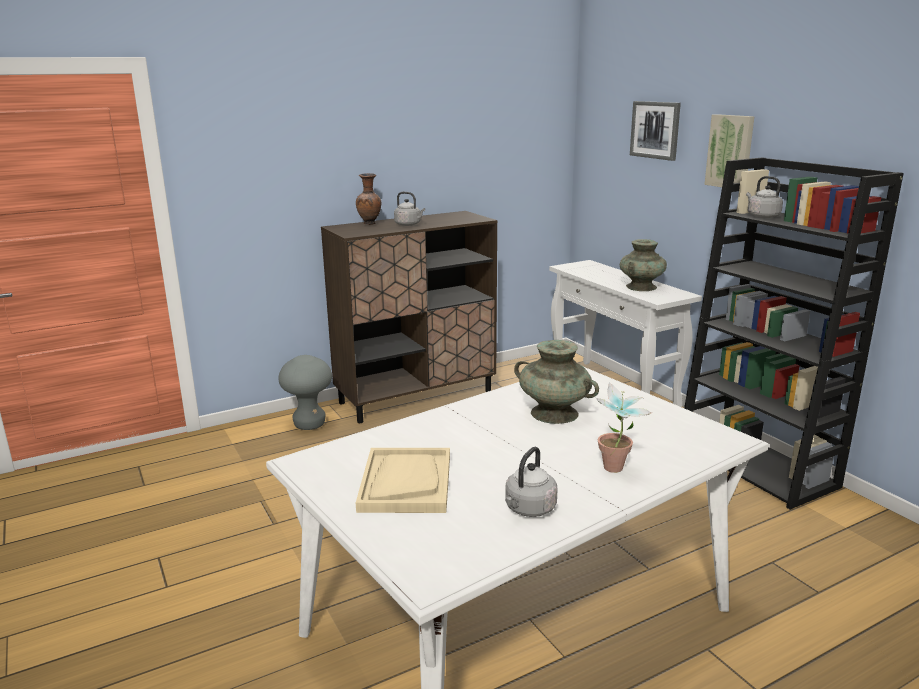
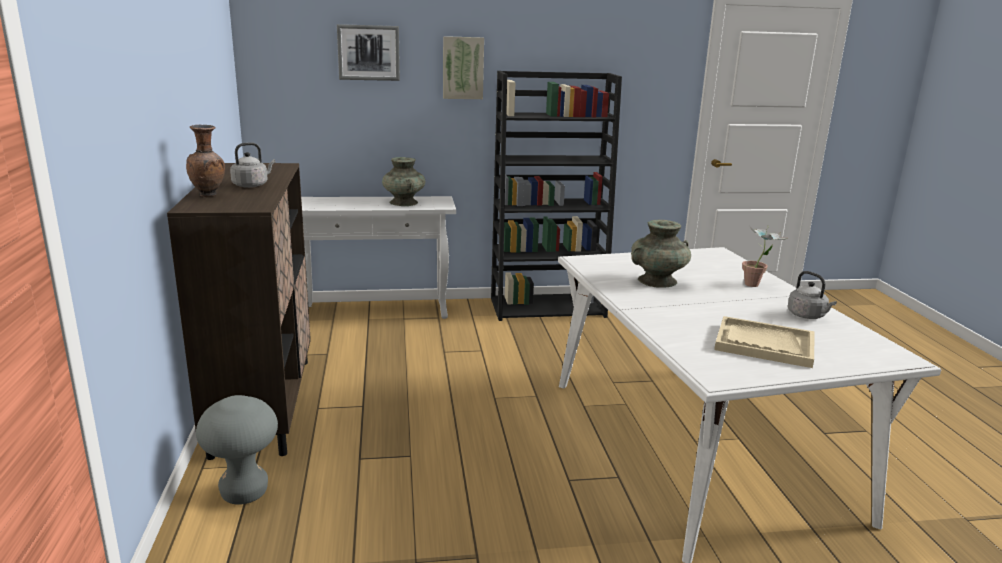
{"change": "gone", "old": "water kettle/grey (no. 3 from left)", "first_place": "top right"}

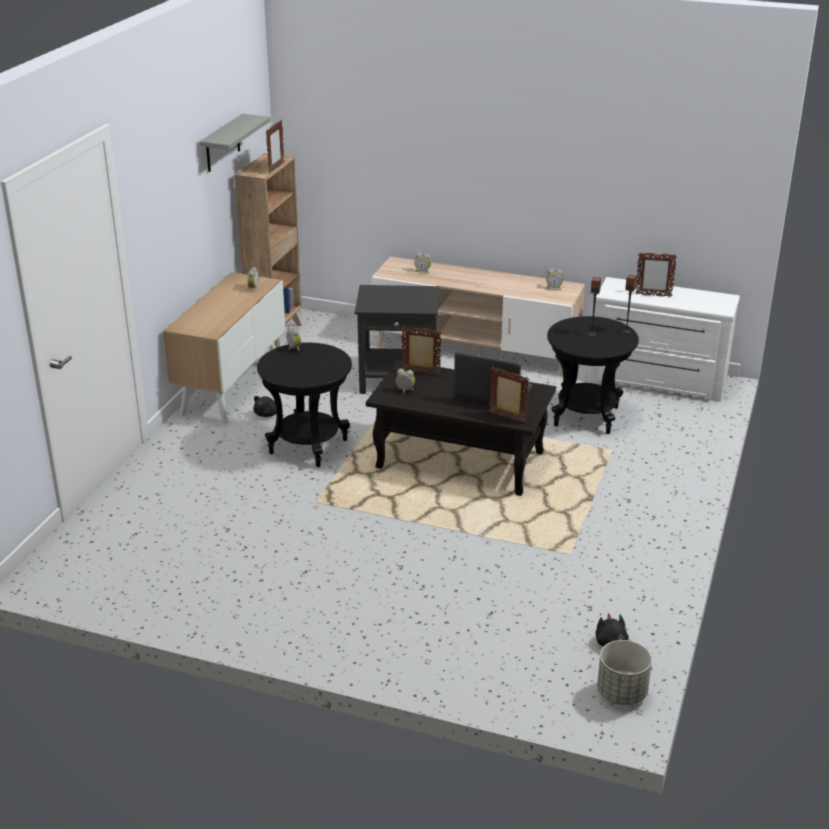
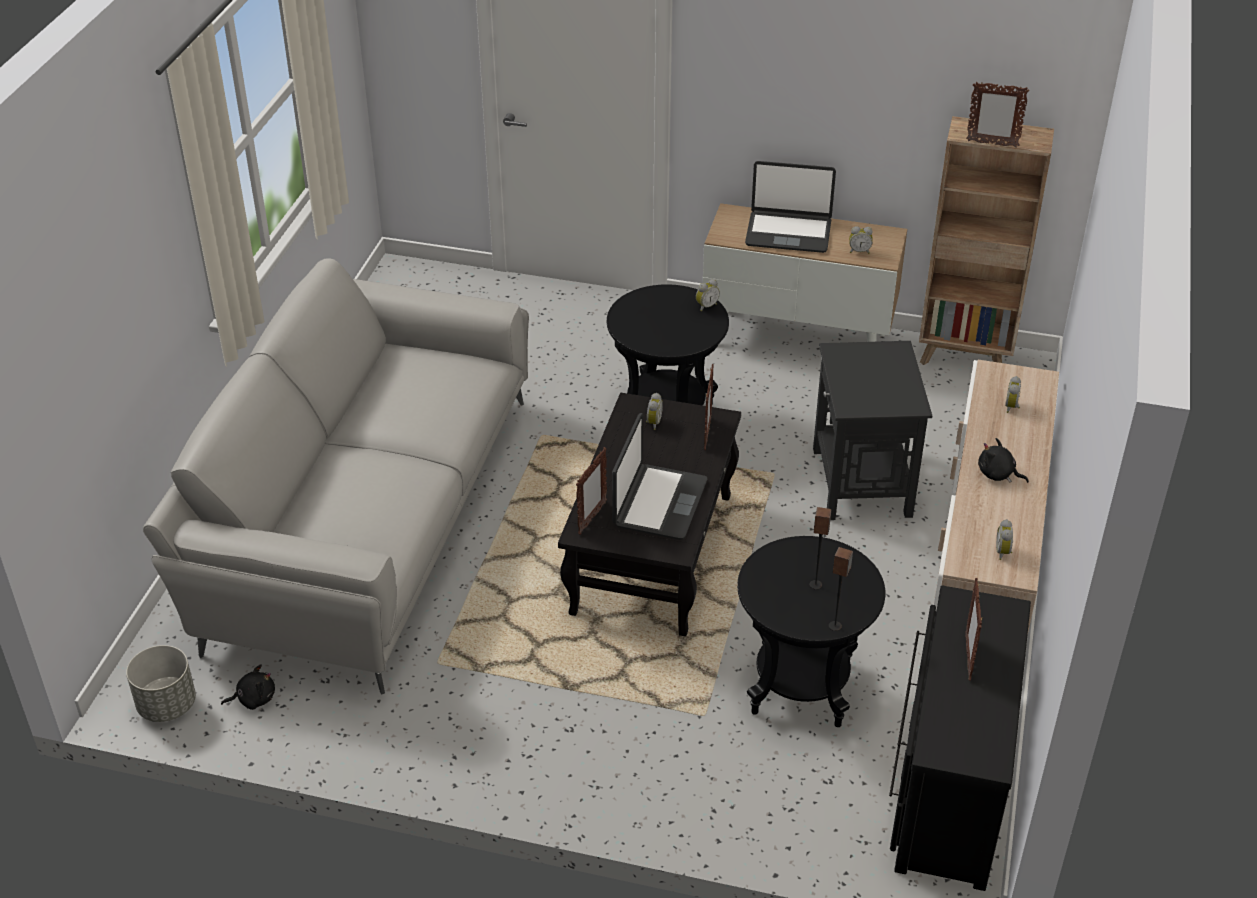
{"change": "gone", "old": "shelf/grey", "first_place": "top left"}
{"change": "repainted", "old": "chest of drawers/white", "new": "chest of drawers/black-coloured", "first_place": "middle right", "second_place": "bottom right"}
{"change": "shifted", "old": "plush toy/black-coloured (no. 1 from left in the first image)", "new": "plush toy/black-coloured (no. 2 from left)", "first_place": "middle left", "second_place": "middle right"}
{"change": "new", "new": "laptop (no. 2 from left)", "second_place": "top centre"}
{"change": "new", "new": "couch/grey", "second_place": "middle left"}

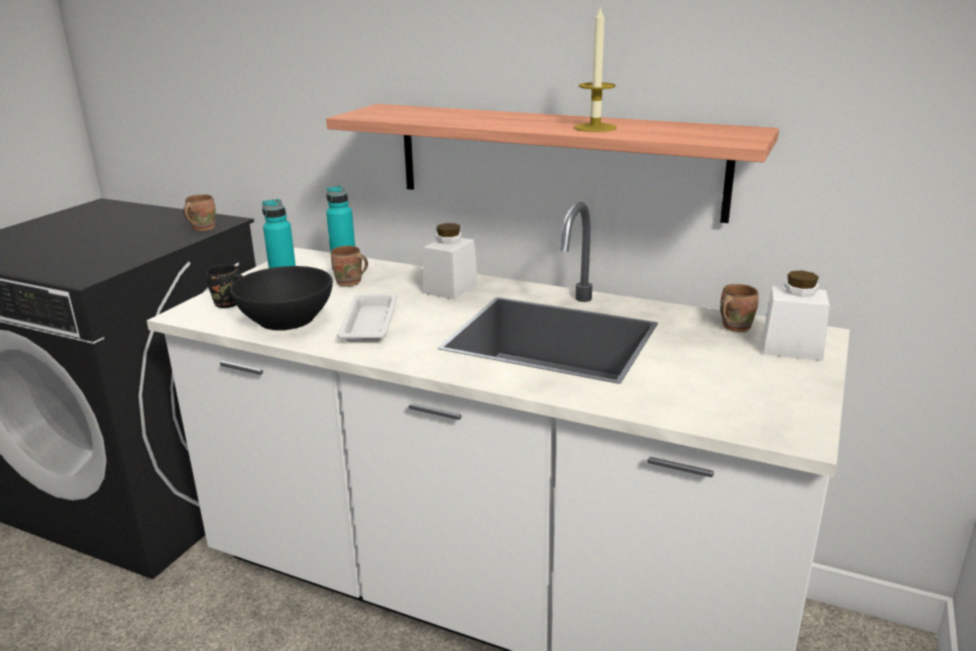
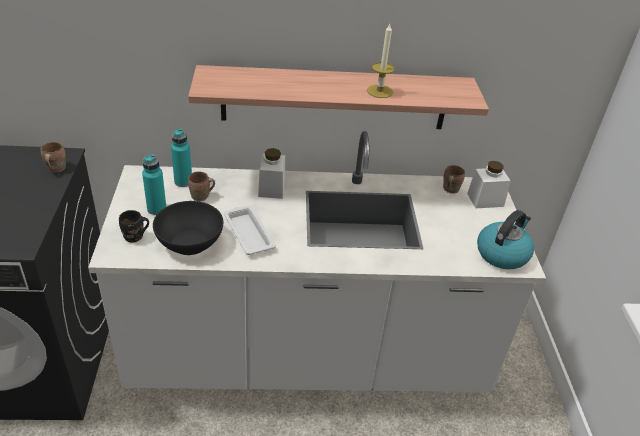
{"change": "new", "new": "water kettle", "second_place": "middle right"}

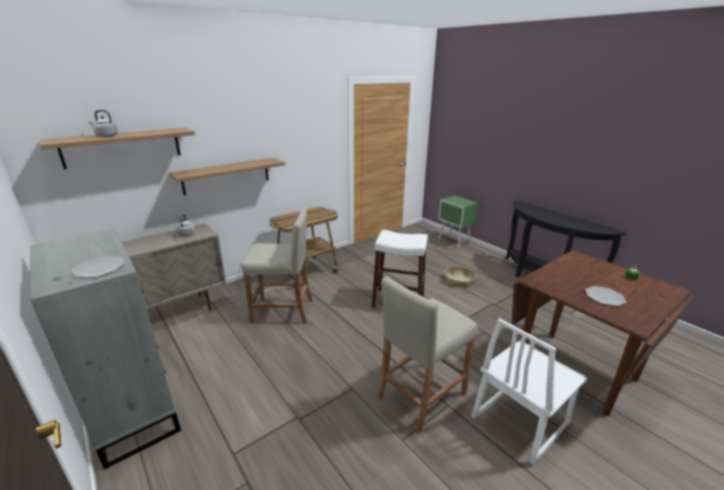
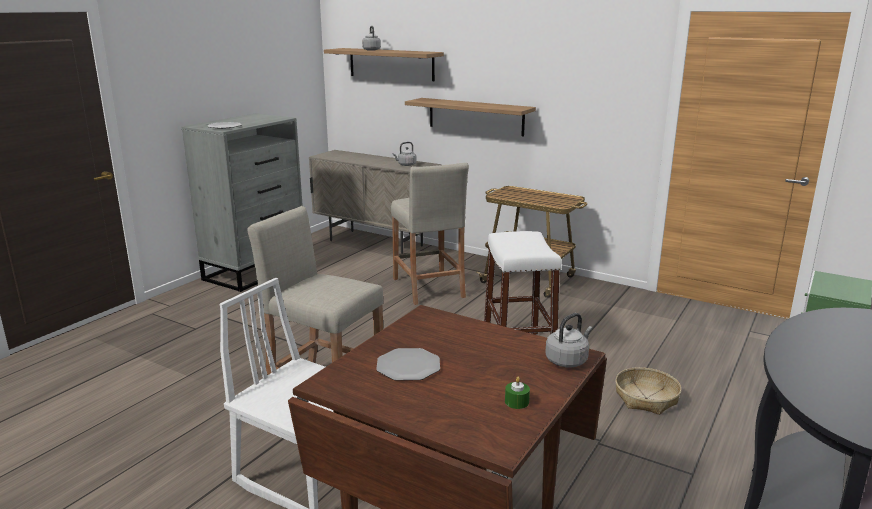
{"change": "new", "new": "water kettle/grey (no. 3 from left)", "second_place": "bottom centre"}

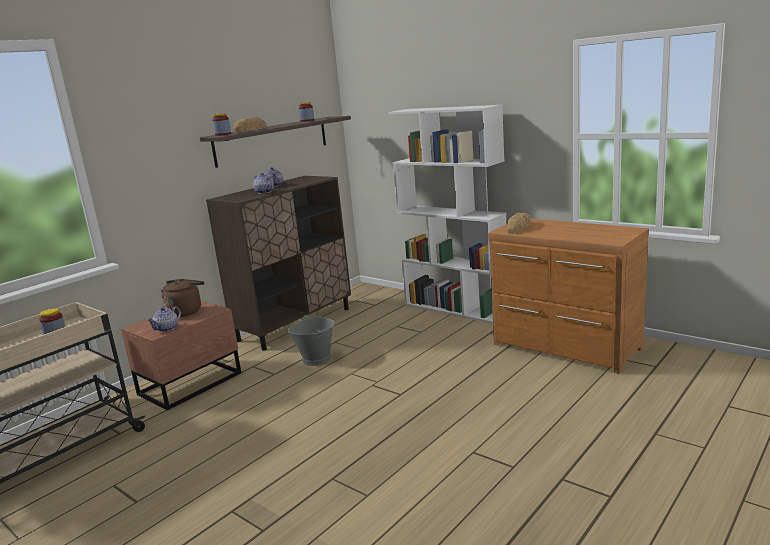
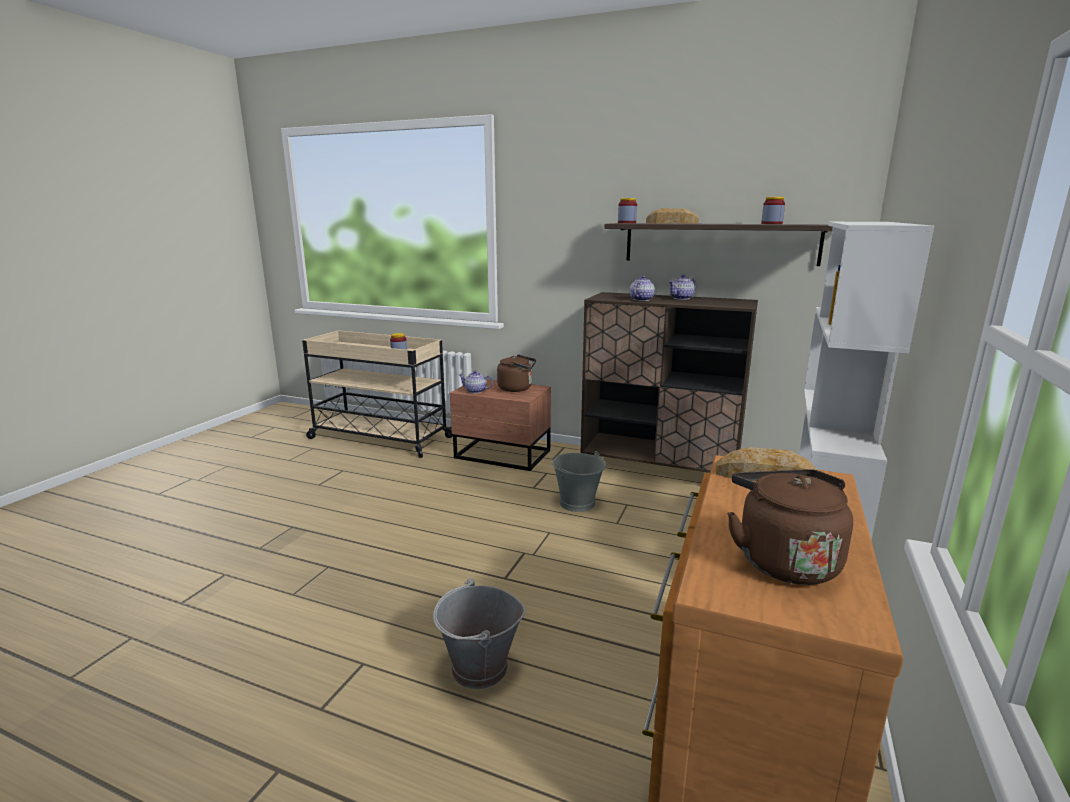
{"change": "new", "new": "water kettle/brownish (no. 2 from left)", "second_place": "middle right"}
{"change": "new", "new": "bucket/grey (no. 1 from left)", "second_place": "bottom centre"}

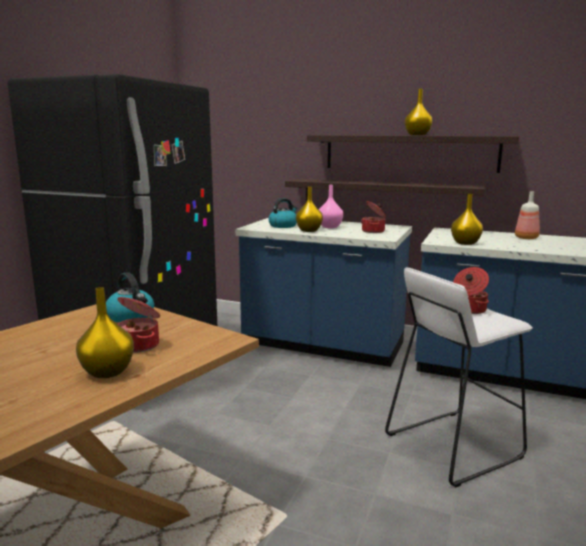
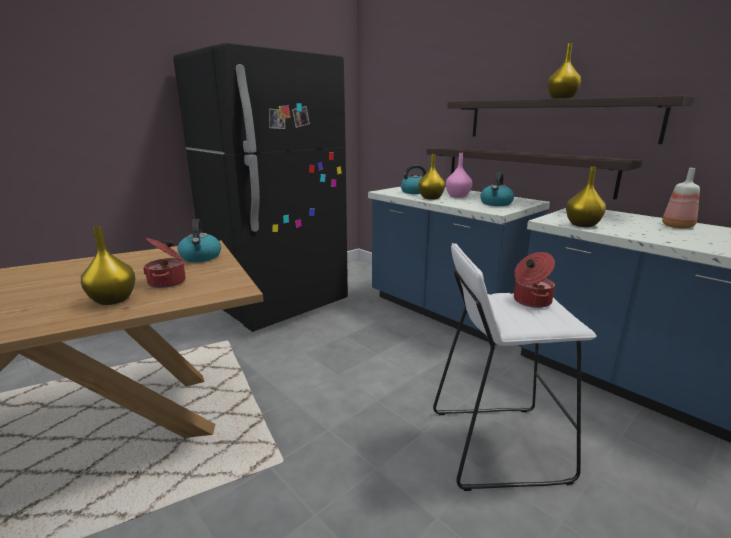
{"change": "swapped", "old": "stockpot (no. 2 from left)", "new": "water kettle (no. 3 from left)", "first_place": "centre", "second_place": "middle right"}

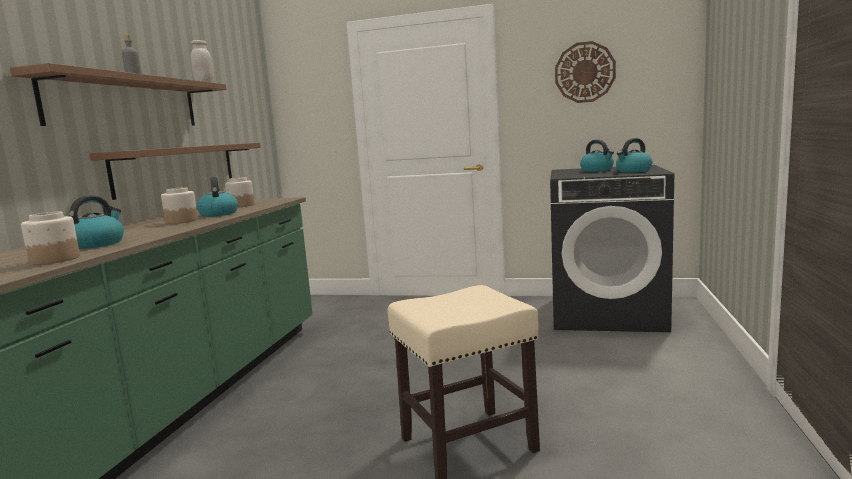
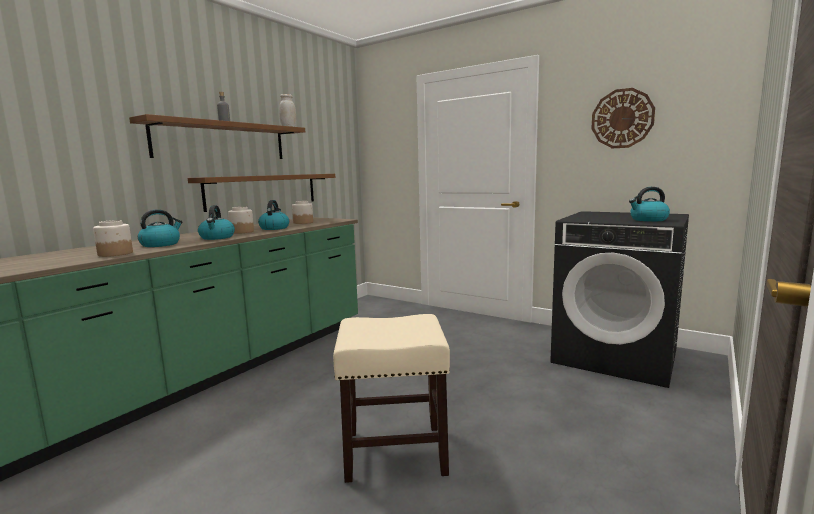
{"change": "shifted", "old": "water kettle (no. 3 from left in the first image)", "new": "water kettle (no. 2 from left)", "first_place": "top right", "second_place": "middle left"}

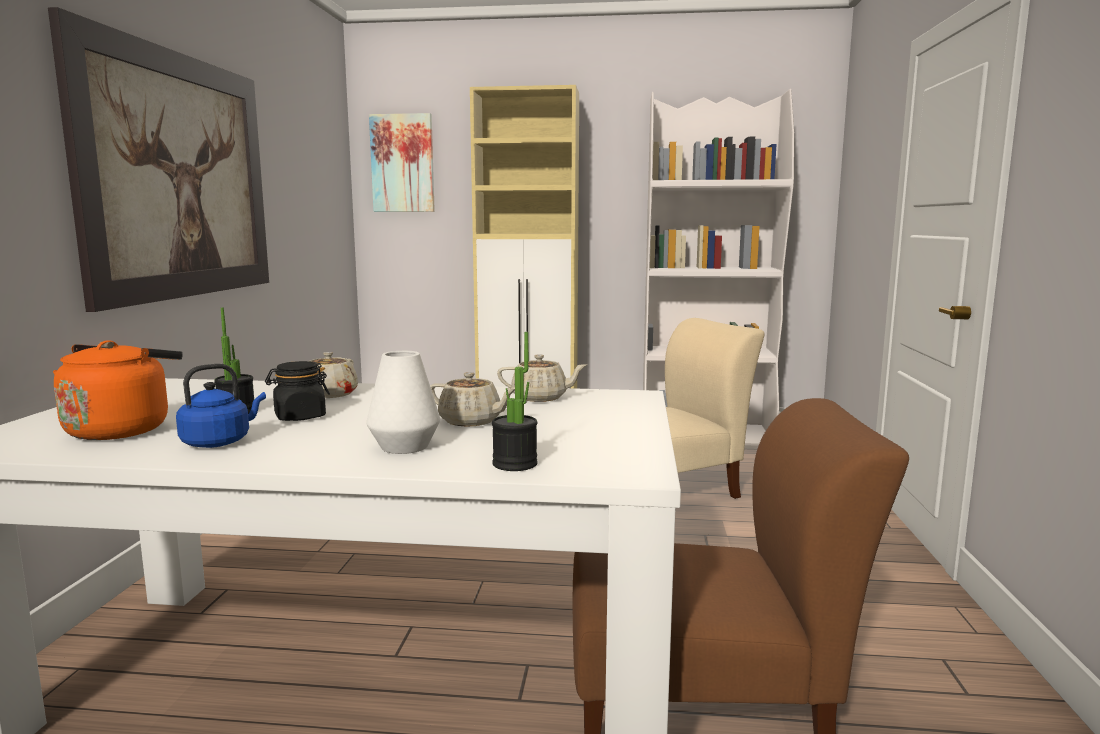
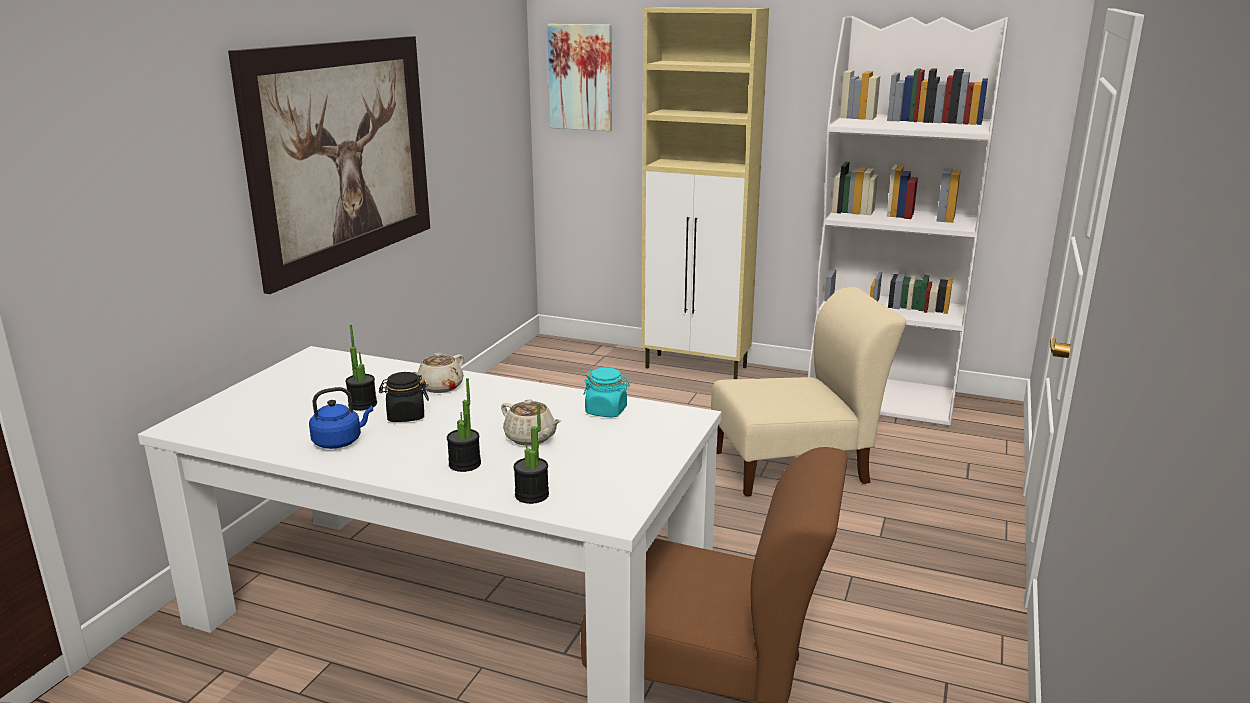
{"change": "gone", "old": "water kettle/orange", "first_place": "middle left"}
{"change": "swapped", "old": "vase/white", "new": "plant in a pot (no. 2 from left)", "first_place": "centre", "second_place": "centre"}
{"change": "swapped", "old": "teapot/beige-coloured (no. 3 from left)", "new": "jar/turquoise-coloured", "first_place": "centre", "second_place": "centre"}

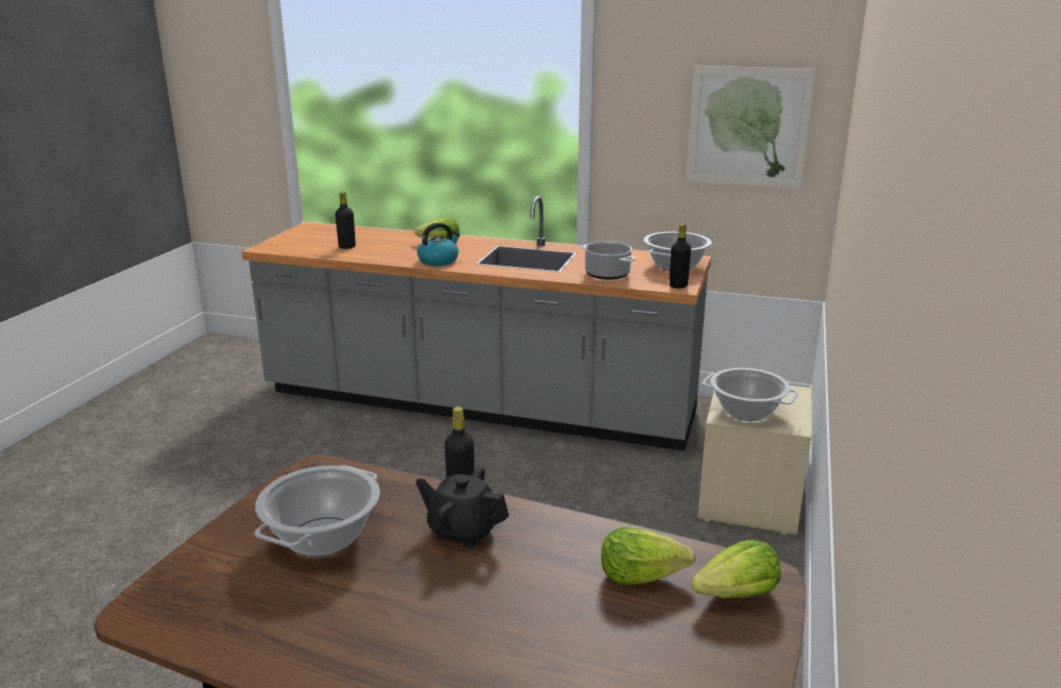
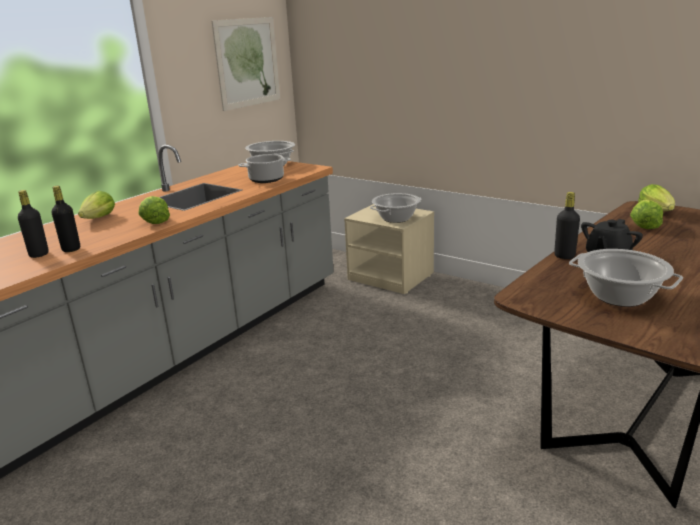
{"change": "swapped", "old": "water kettle", "new": "head of lettuce (no. 2 from left)", "first_place": "centre", "second_place": "middle left"}
{"change": "shifted", "old": "beverage bottle/black-coloured (no. 3 from left in the first image)", "new": "beverage bottle/black-coloured (no. 2 from left)", "first_place": "centre", "second_place": "middle left"}

